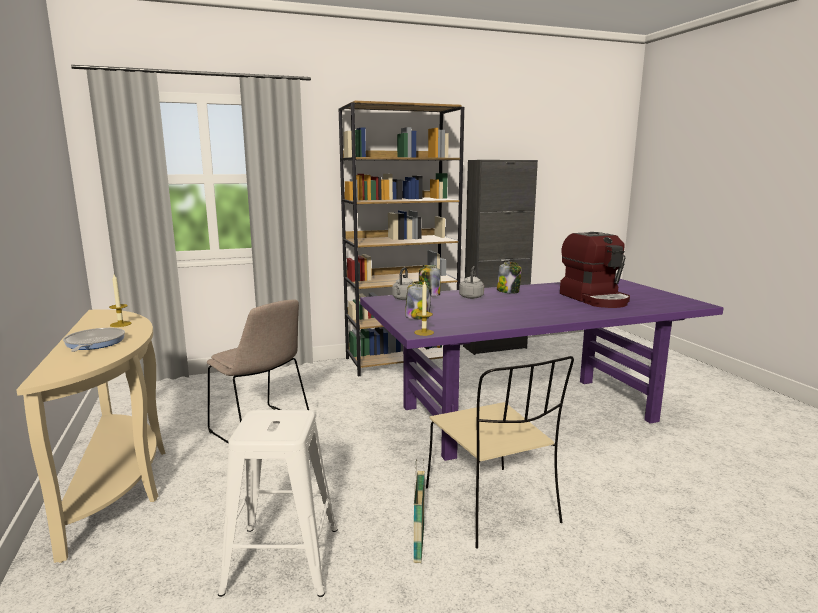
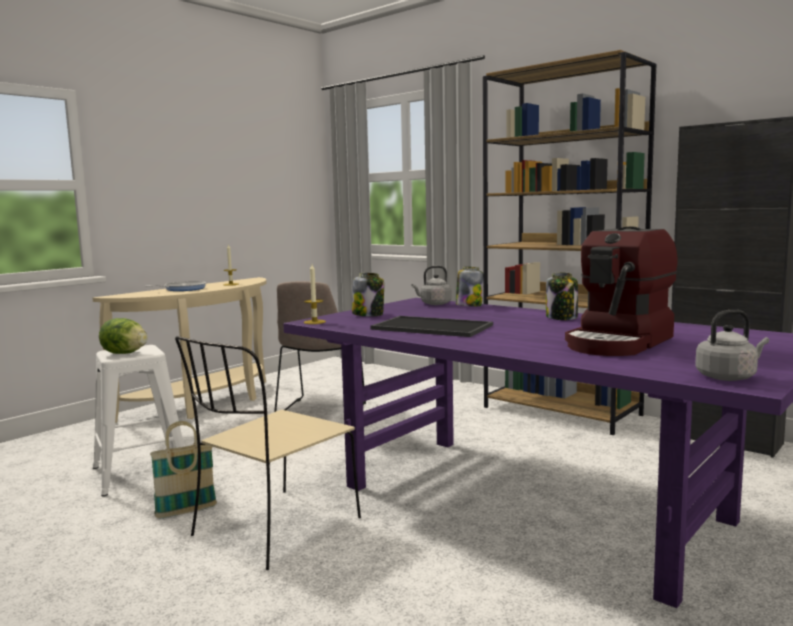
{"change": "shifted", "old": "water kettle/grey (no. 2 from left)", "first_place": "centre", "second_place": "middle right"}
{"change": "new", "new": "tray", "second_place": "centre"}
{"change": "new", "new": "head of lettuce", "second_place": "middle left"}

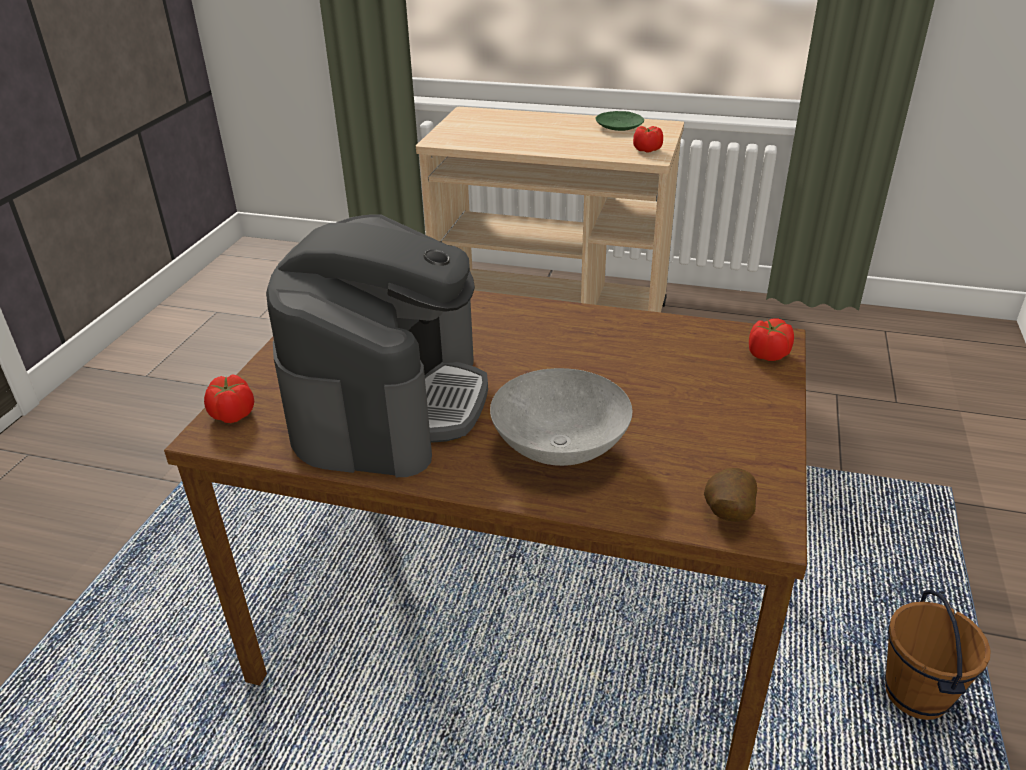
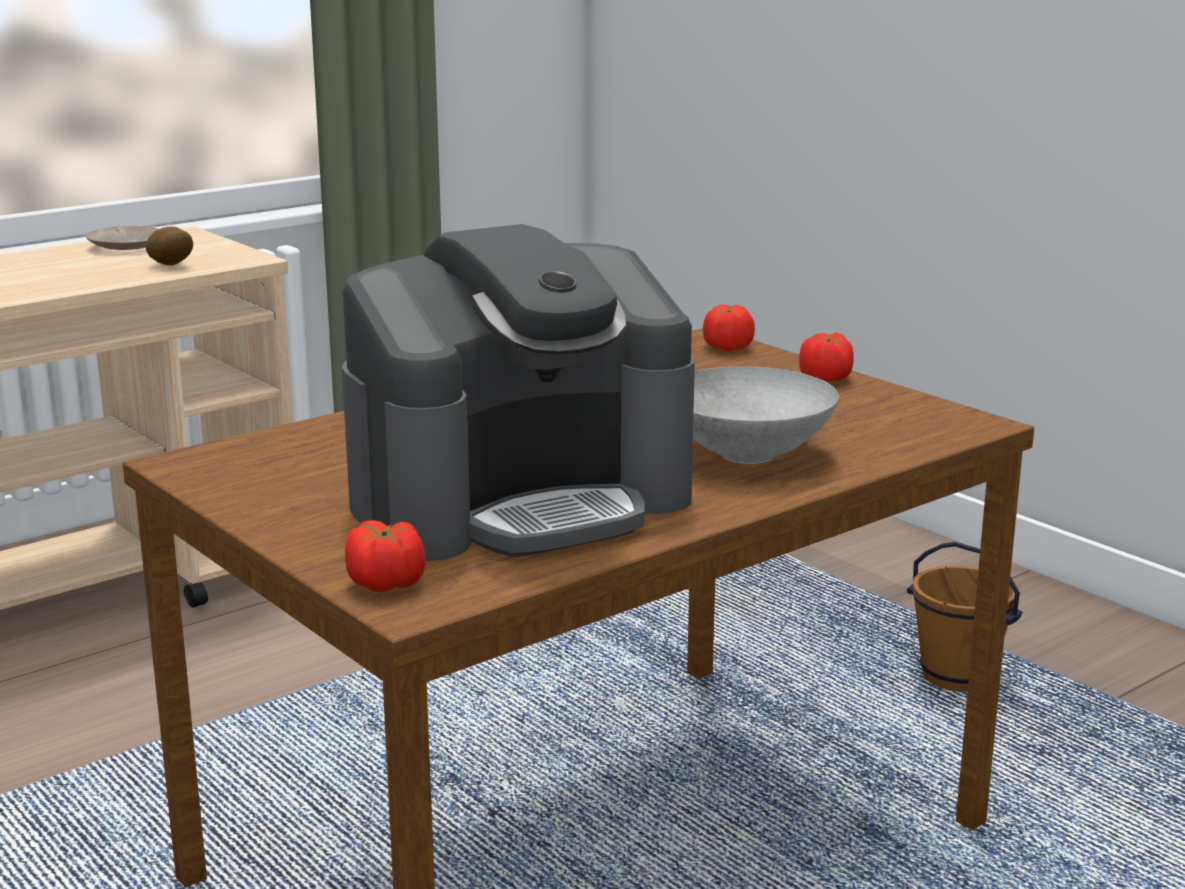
{"change": "repainted", "old": "flat dish/green", "new": "flat dish/beige-coloured", "first_place": "top centre", "second_place": "top left"}
{"change": "shifted", "old": "fresh tomato (no. 2 from left in the first image)", "new": "fresh tomato (no. 3 from left)", "first_place": "top centre", "second_place": "middle right"}
{"change": "rotated", "old": "coffee machine", "first_place": "centre", "second_place": "centre", "degrees": 105}
{"change": "shifted", "old": "potato", "first_place": "middle right", "second_place": "top left"}

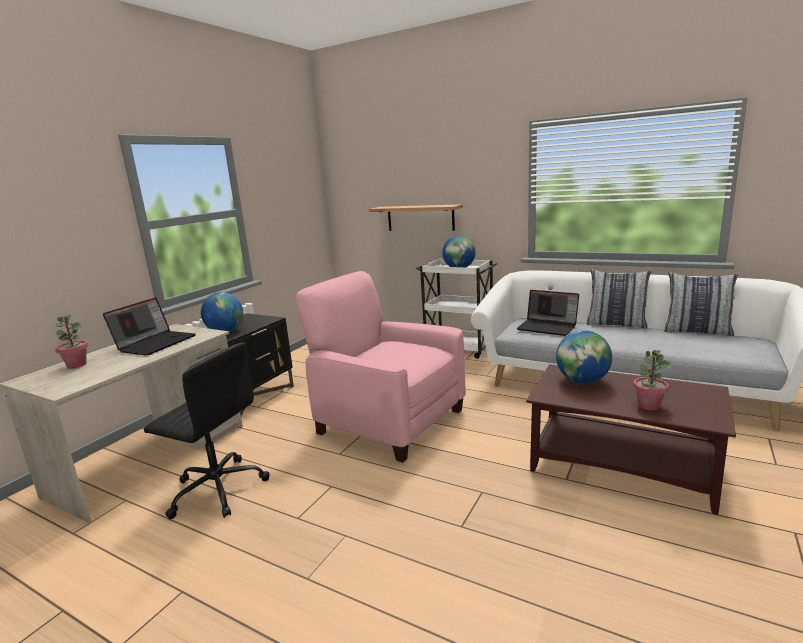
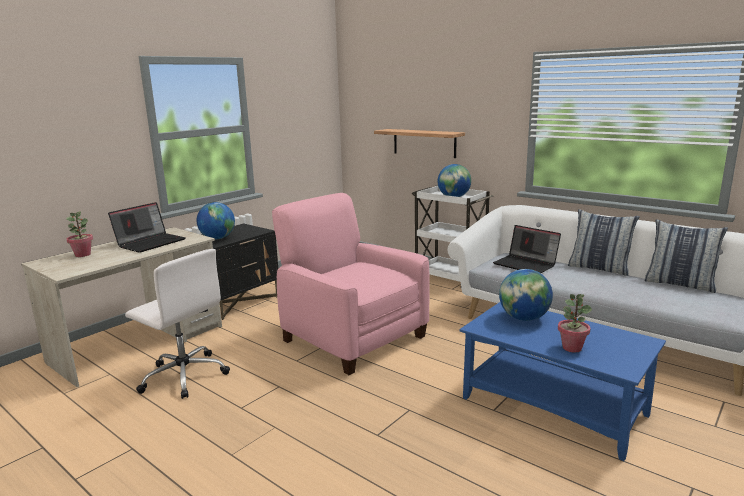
{"change": "repainted", "old": "office chair/black-coloured", "new": "office chair/white", "first_place": "bottom left", "second_place": "middle left"}
{"change": "repainted", "old": "low table/brownish", "new": "low table/bluish", "first_place": "bottom right", "second_place": "bottom right"}

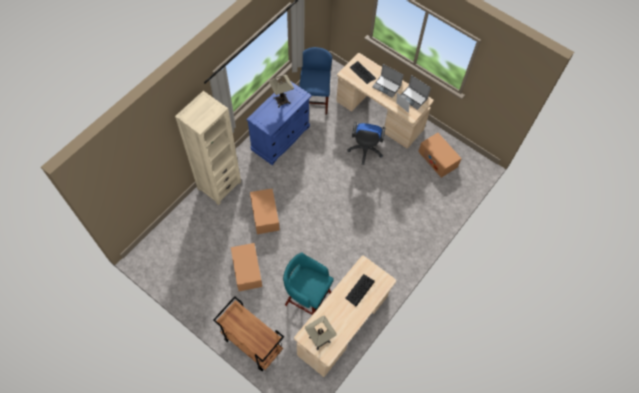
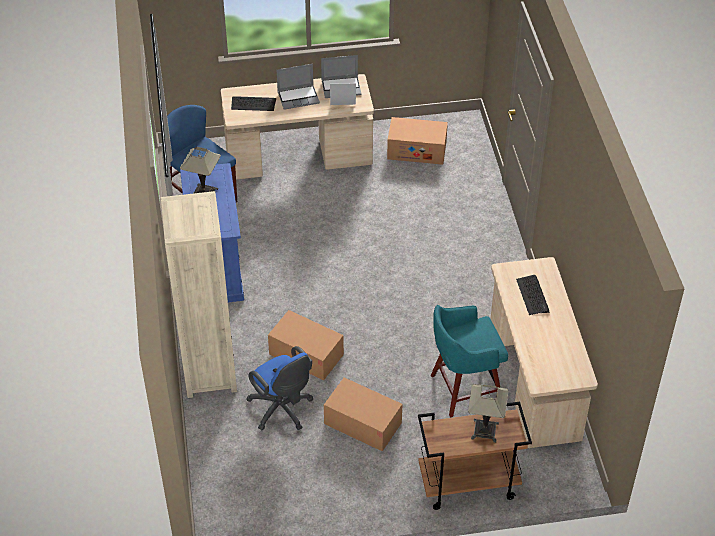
{"change": "shifted", "old": "office chair/bluish", "first_place": "centre", "second_place": "bottom centre"}
{"change": "shifted", "old": "lamp for a table (no. 2 from left)", "first_place": "bottom centre", "second_place": "bottom right"}

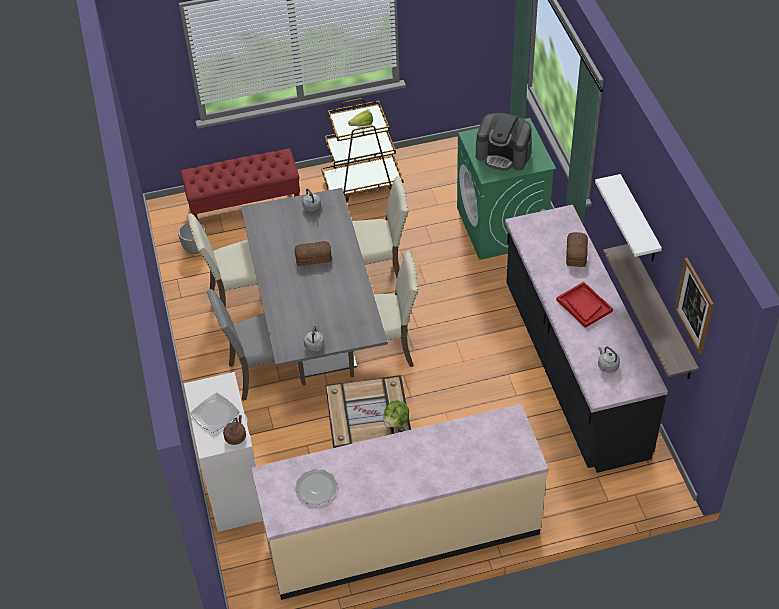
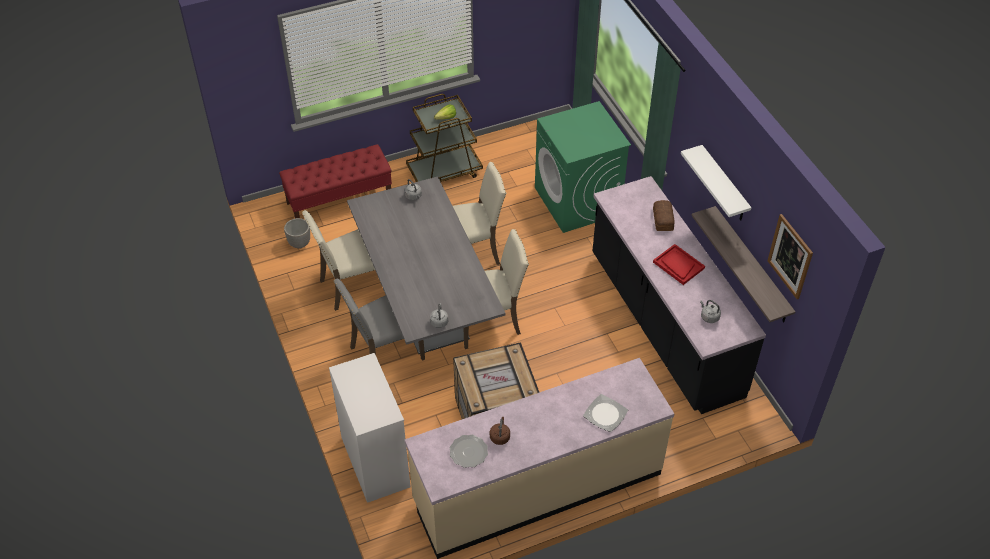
{"change": "gone", "old": "coffee machine", "first_place": "top centre"}
{"change": "gone", "old": "bread (no. 1 from left)", "first_place": "centre"}
{"change": "shifted", "old": "flat dish (no. 1 from left in the first image)", "new": "flat dish (no. 2 from left)", "first_place": "bottom left", "second_place": "bottom centre"}
{"change": "gone", "old": "head of lettuce (no. 2 from left)", "first_place": "bottom centre"}
{"change": "shifted", "old": "water kettle/brownish", "first_place": "bottom left", "second_place": "bottom centre"}

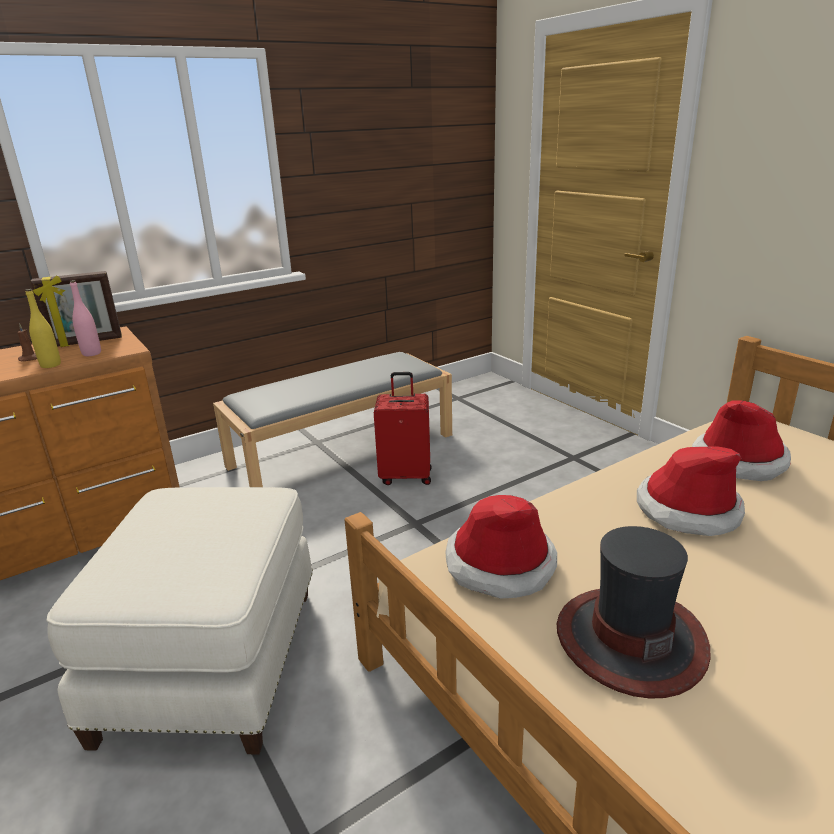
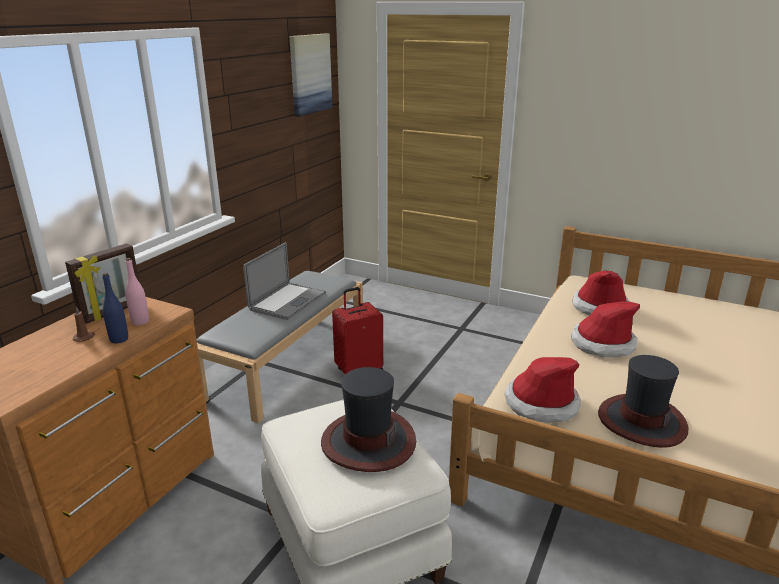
{"change": "repainted", "old": "beverage bottle/yellow", "new": "beverage bottle/bluish", "first_place": "middle left", "second_place": "middle left"}
{"change": "new", "new": "wall art", "second_place": "top centre"}
{"change": "new", "new": "laptop", "second_place": "centre"}
{"change": "new", "new": "clothing hat (no. 1 from left)", "second_place": "bottom centre"}

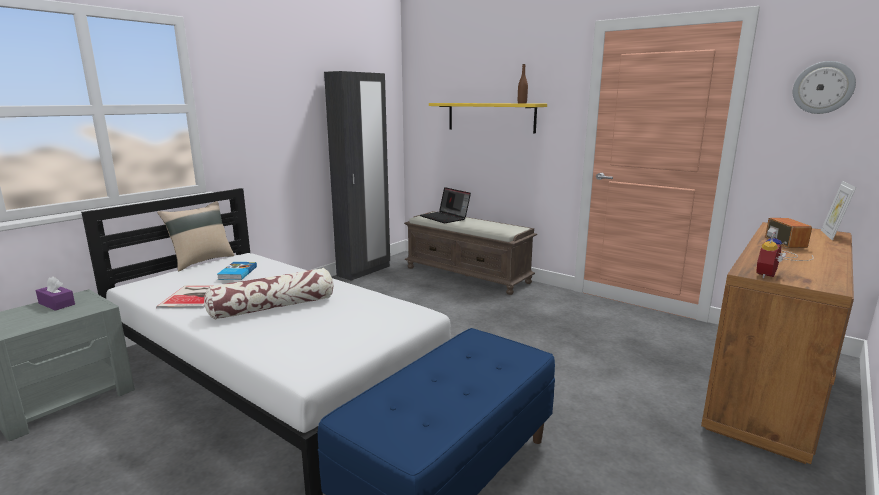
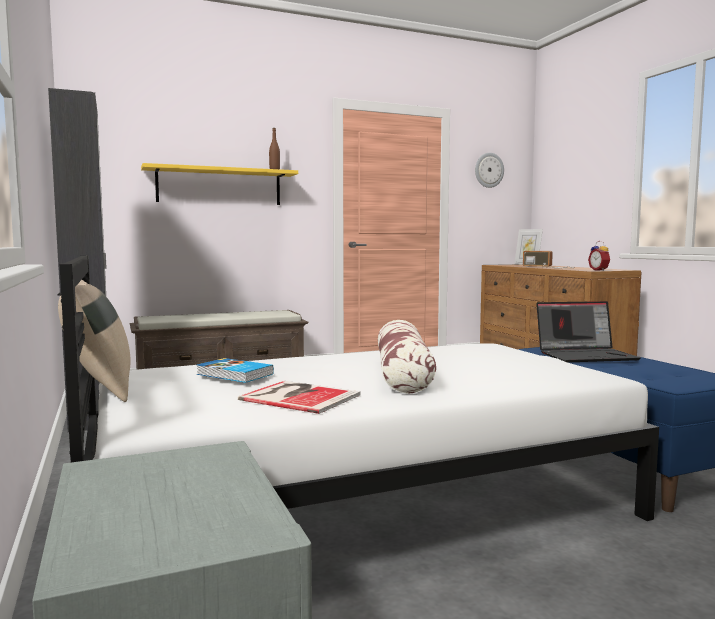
{"change": "shifted", "old": "laptop", "first_place": "centre", "second_place": "middle right"}
{"change": "gone", "old": "tissue box/purplish", "first_place": "middle left"}

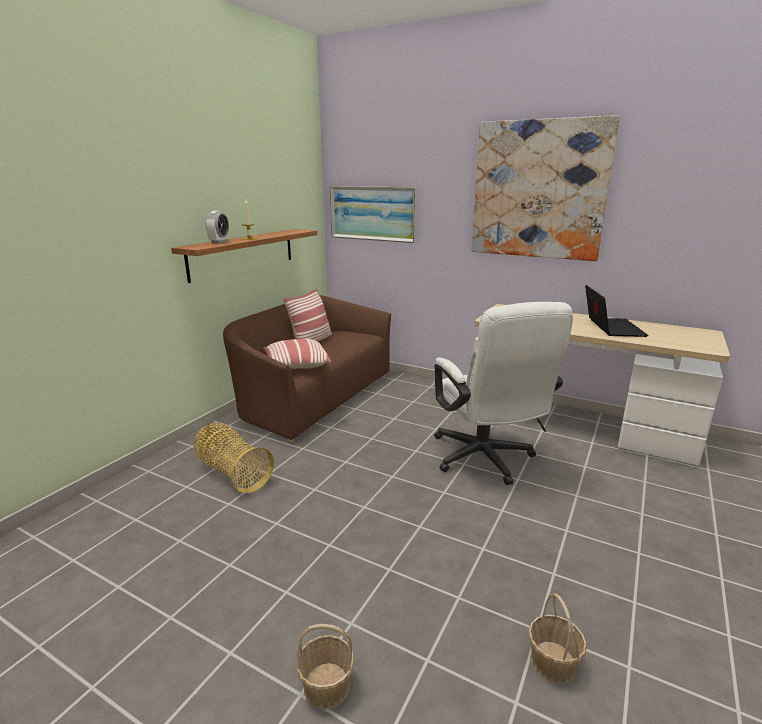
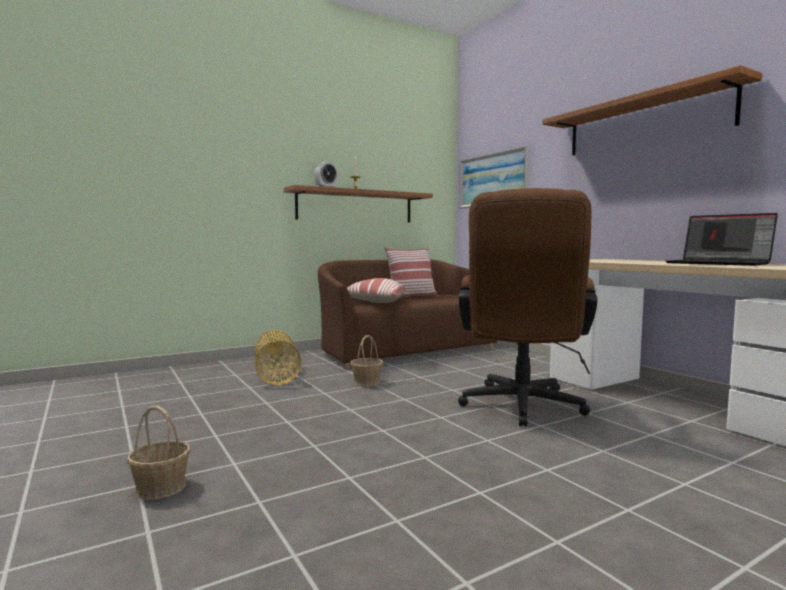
{"change": "swapped", "old": "wall art (no. 2 from left)", "new": "shelf (no. 2 from left)", "first_place": "top right", "second_place": "top right"}
{"change": "rotated", "old": "laptop", "first_place": "middle right", "second_place": "middle right", "degrees": 105}
{"change": "repainted", "old": "office chair/white", "new": "office chair/brownish", "first_place": "centre", "second_place": "middle right"}
{"change": "shifted", "old": "basket (no. 3 from left)", "first_place": "bottom right", "second_place": "centre"}

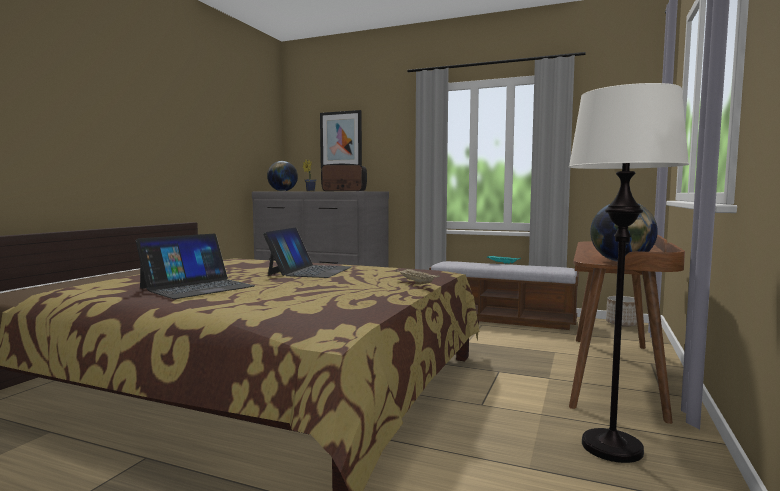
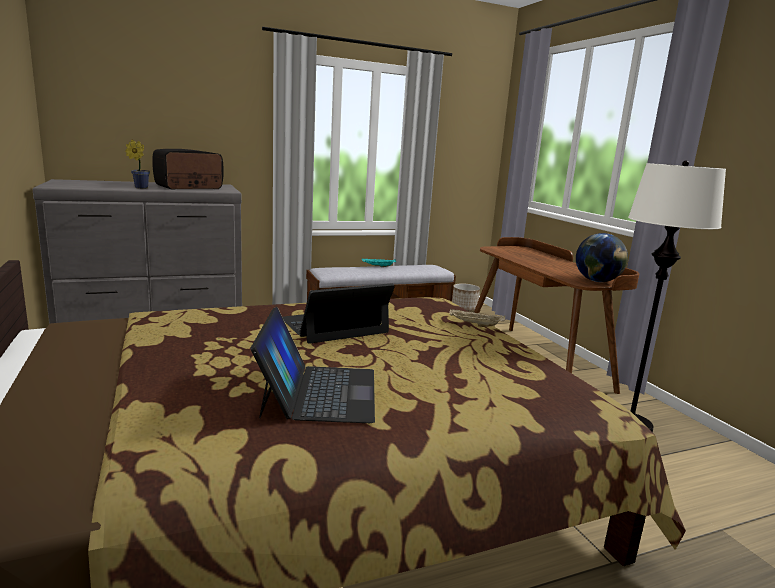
{"change": "gone", "old": "wall art", "first_place": "top centre"}
{"change": "gone", "old": "world globe (no. 1 from left)", "first_place": "centre"}
{"change": "rotated", "old": "laptop (no. 2 from left)", "first_place": "centre", "second_place": "centre", "degrees": -90}

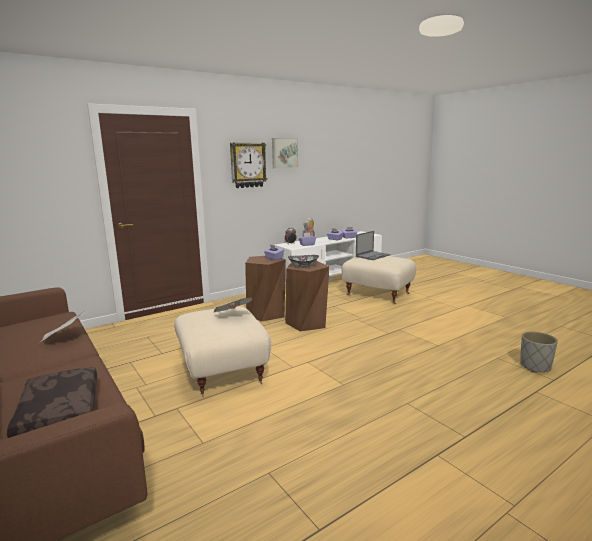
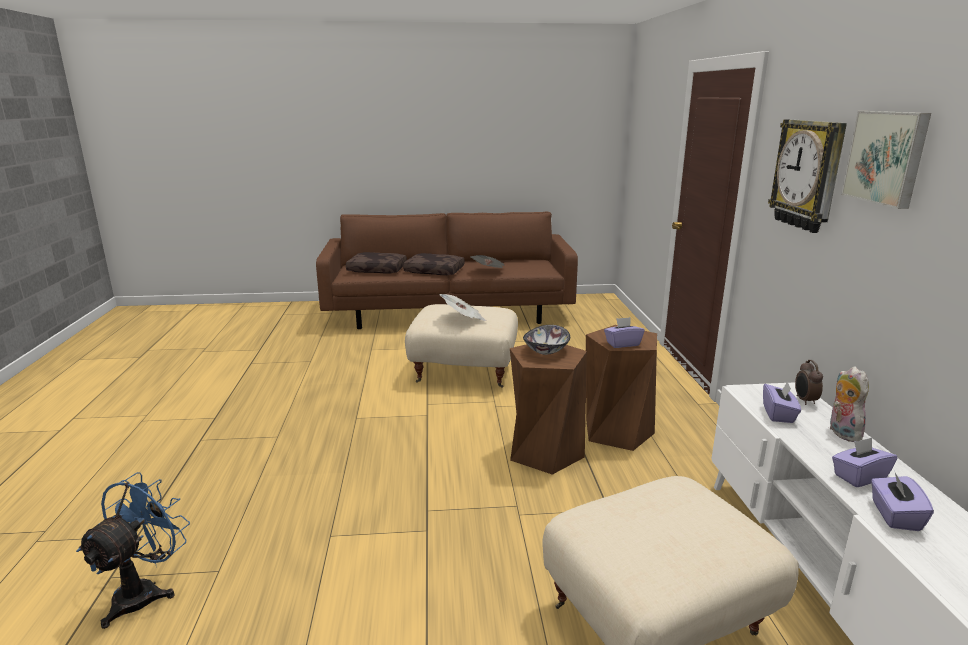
{"change": "gone", "old": "laptop", "first_place": "centre"}
{"change": "swapped", "old": "plant pot/grey", "new": "electric fan/bluish", "first_place": "middle right", "second_place": "bottom left"}
{"change": "new", "new": "throw pillow/brownish (no. 2 from left)", "second_place": "centre"}

